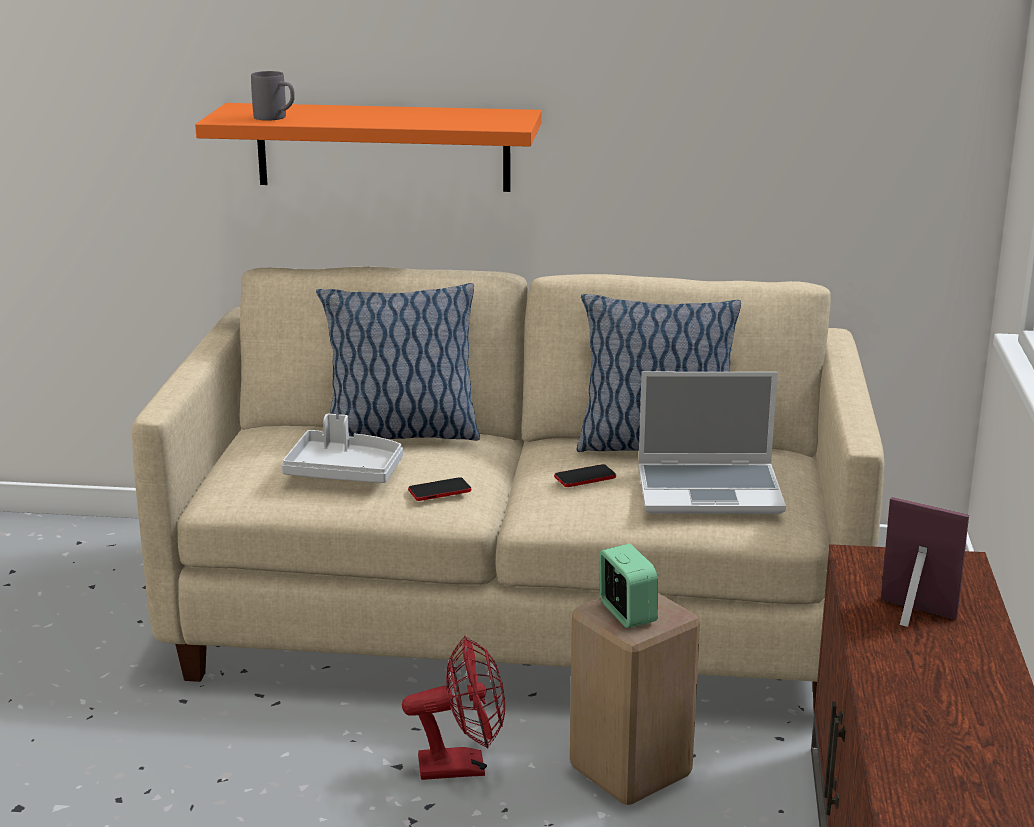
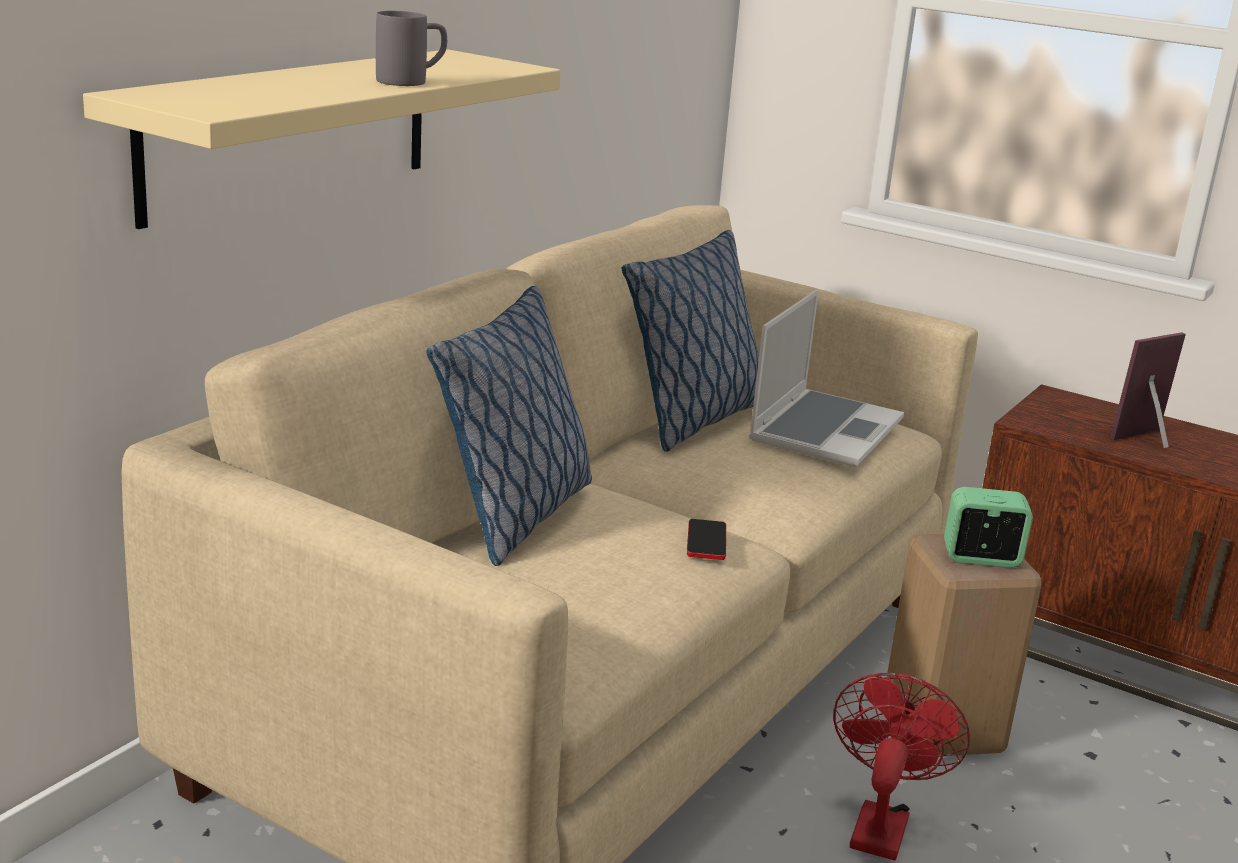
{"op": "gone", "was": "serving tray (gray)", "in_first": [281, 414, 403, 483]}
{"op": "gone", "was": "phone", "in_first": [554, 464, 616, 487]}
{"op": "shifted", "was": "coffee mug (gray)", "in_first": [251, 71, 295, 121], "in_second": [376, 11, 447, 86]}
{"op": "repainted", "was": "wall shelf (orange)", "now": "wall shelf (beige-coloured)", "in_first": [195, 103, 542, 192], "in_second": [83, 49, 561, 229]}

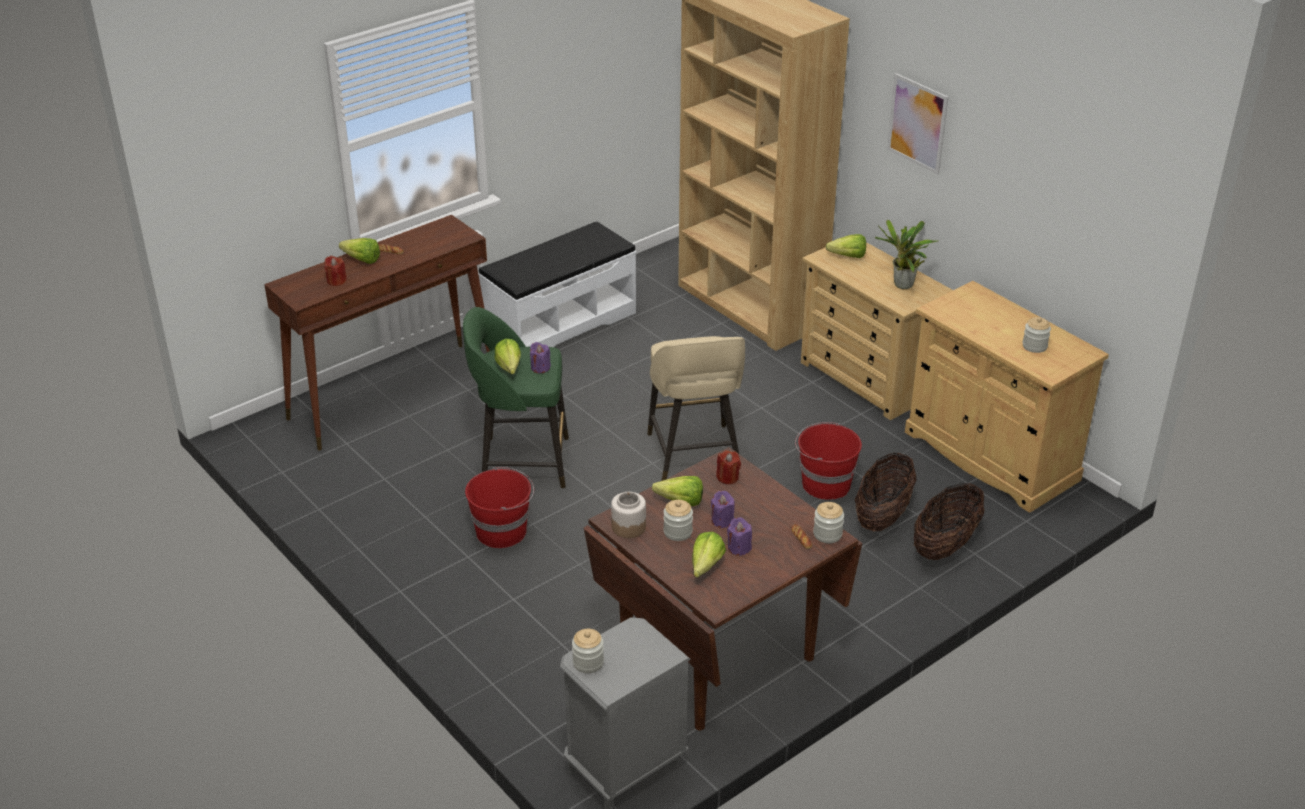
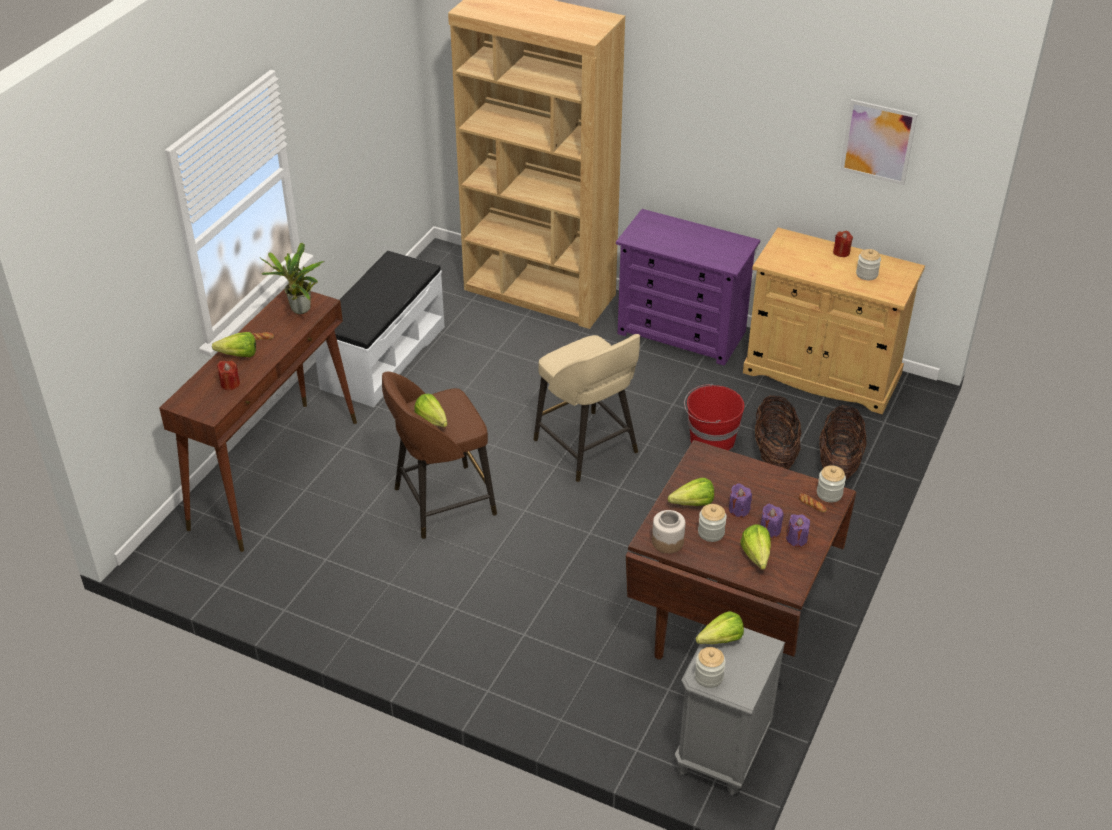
{"op": "gone", "was": "water bucket (red-coloured)", "in_first": [465, 467, 534, 548]}
{"op": "shifted", "was": "wax candle (purple)", "in_first": [530, 342, 551, 373], "in_second": [786, 514, 810, 547]}
{"op": "shifted", "was": "wax candle (red-coloured)", "in_first": [716, 450, 741, 484], "in_second": [833, 231, 853, 257]}
{"op": "shifted", "was": "lettuce head", "in_first": [826, 234, 866, 258], "in_second": [696, 611, 744, 644]}
{"op": "shifted", "was": "plant in a pot", "in_first": [875, 220, 940, 289], "in_second": [259, 243, 325, 314]}
{"op": "shifted", "was": "wall picture", "in_first": [887, 73, 949, 175], "in_second": [840, 99, 918, 185]}
{"op": "repainted", "was": "sitting stool (green-coloured)", "now": "sitting stool (brown-coloured)", "in_first": [463, 307, 569, 488], "in_second": [382, 372, 497, 539]}
{"op": "repainted", "was": "dresser (beige-coloured)", "now": "dresser (purple)", "in_first": [801, 242, 953, 420], "in_second": [616, 209, 760, 366]}

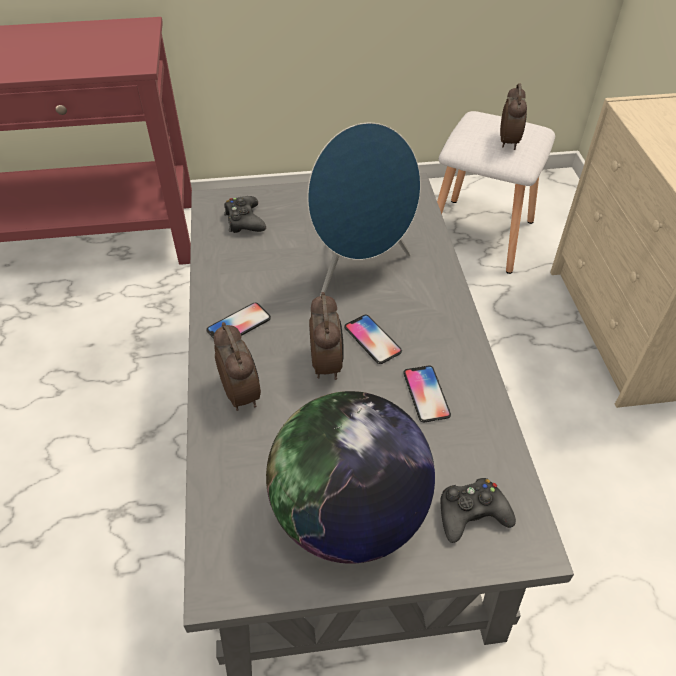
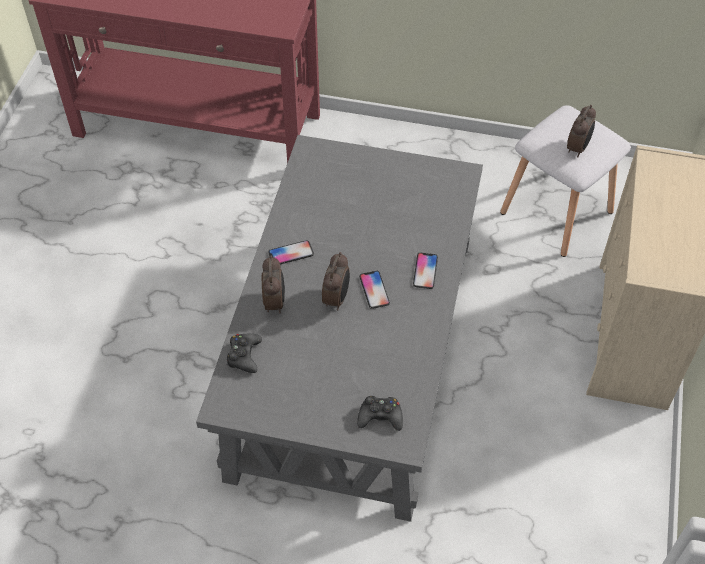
{"op": "gone", "was": "globe", "in_first": [266, 391, 435, 563]}
{"op": "gone", "was": "speaker (bluish)", "in_first": [307, 123, 421, 296]}
{"op": "shifted", "was": "gamepad (black-coloured)", "in_first": [224, 196, 266, 233], "in_second": [227, 334, 262, 373]}
{"op": "shifted", "was": "phone", "in_first": [403, 366, 451, 422], "in_second": [413, 253, 438, 289]}

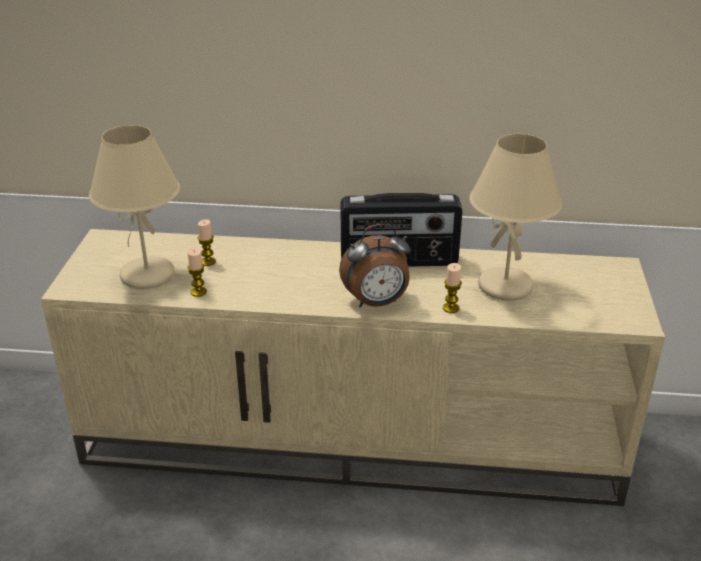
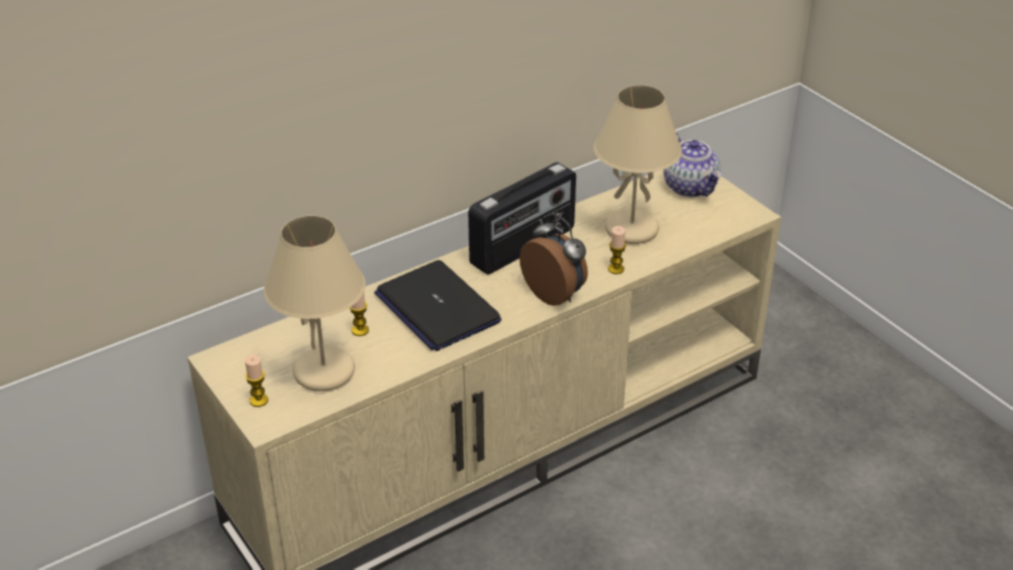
{"op": "new", "now": "notebook computer", "in_second": [374, 260, 502, 351]}
{"op": "new", "now": "teapot", "in_second": [664, 133, 722, 197]}
{"op": "shifted", "was": "wax candle", "in_first": [187, 248, 207, 297], "in_second": [245, 355, 268, 407]}
{"op": "rotated", "was": "table clock", "in_first": [339, 224, 411, 307], "in_second": [520, 213, 588, 306], "clockwise": -75}

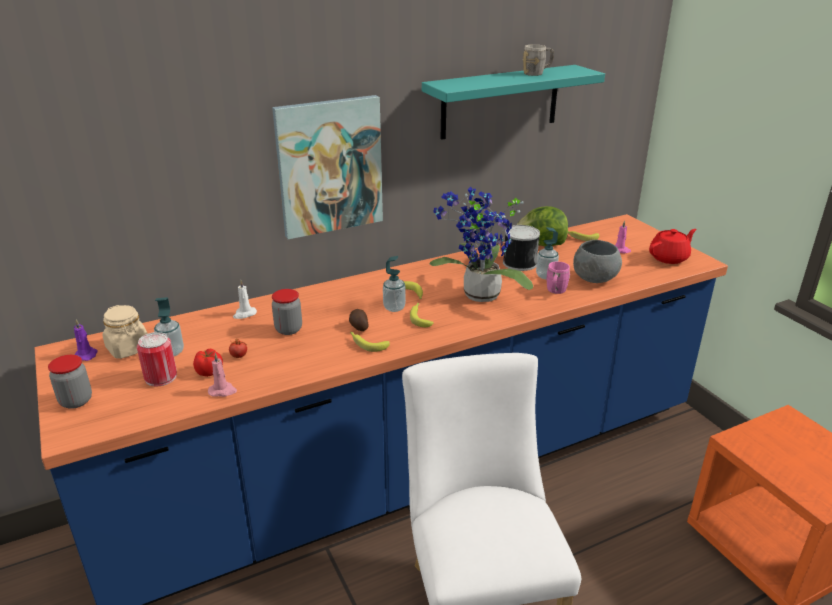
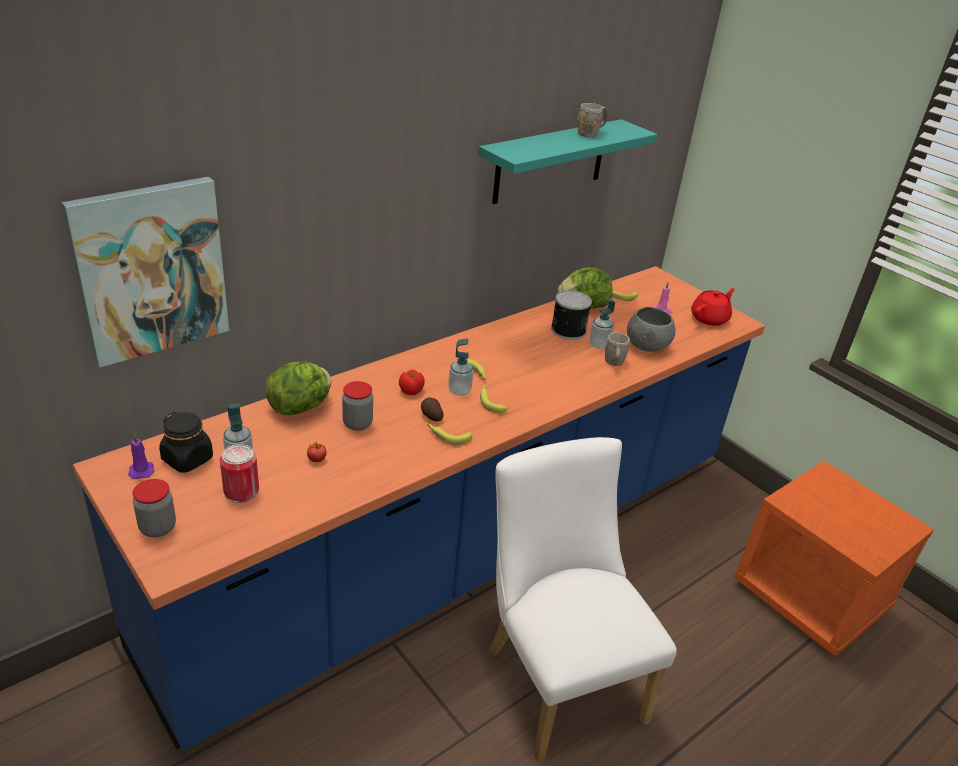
{"op": "gone", "was": "wax candle (pink-coloured)", "in_first": [208, 353, 237, 397]}
{"op": "gone", "was": "plant in a pot", "in_first": [430, 186, 533, 302]}
{"op": "shifted", "was": "whole tomato", "in_first": [193, 348, 223, 377], "in_second": [399, 369, 425, 395]}
{"op": "shifted", "was": "wall picture", "in_first": [272, 95, 383, 239], "in_second": [61, 177, 229, 367]}
{"op": "swapped", "was": "wax candle (white)", "now": "lettuce head", "in_first": [233, 281, 257, 319], "in_second": [265, 361, 331, 415]}
{"op": "repainted", "was": "preserve jar (beige-coloured)", "now": "preserve jar (black-coloured)", "in_first": [102, 305, 148, 359], "in_second": [159, 412, 213, 473]}
{"op": "repainted", "was": "coffee mug (pink-coloured)", "now": "coffee mug (gray)", "in_first": [547, 261, 570, 294], "in_second": [605, 332, 630, 366]}

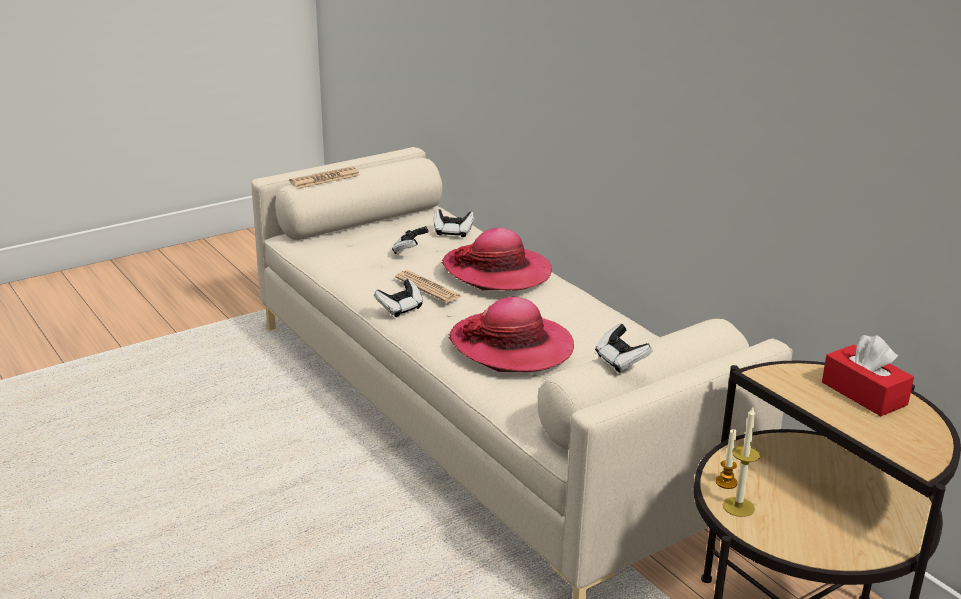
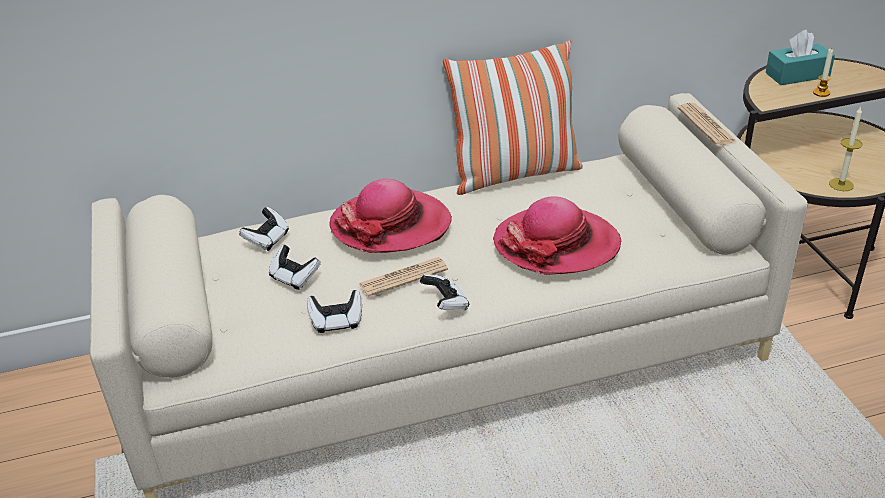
{"op": "new", "now": "throw pillow", "in_second": [443, 40, 583, 195]}
{"op": "shifted", "was": "newspaper", "in_first": [289, 167, 360, 188], "in_second": [678, 103, 737, 146]}
{"op": "shifted", "was": "gamepad", "in_first": [595, 324, 652, 373], "in_second": [307, 290, 362, 333]}
{"op": "shifted", "was": "wax candle", "in_first": [716, 429, 738, 489], "in_second": [813, 49, 833, 97]}
{"op": "repainted", "was": "tissue box (red-coloured)", "now": "tissue box (blue-green)", "in_first": [822, 335, 914, 416], "in_second": [766, 30, 835, 85]}

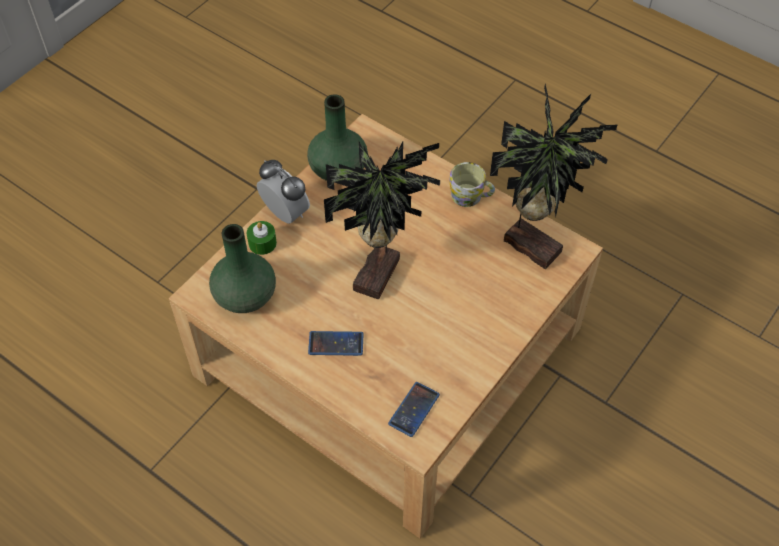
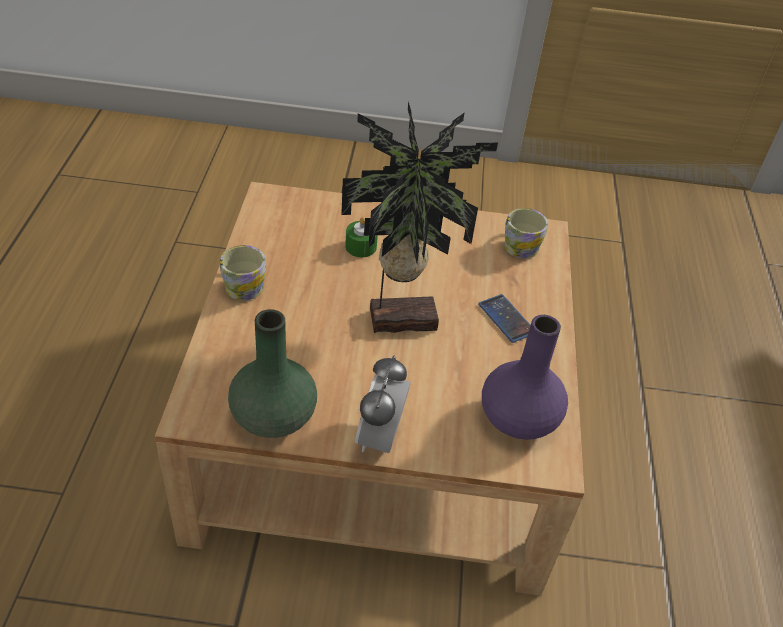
{"op": "gone", "was": "plant in a pot", "in_first": [490, 84, 618, 269]}
{"op": "shifted", "was": "wax candle (green-coloured)", "in_first": [247, 221, 277, 255], "in_second": [345, 217, 378, 257]}
{"op": "swapped", "was": "phone", "now": "coffee mug", "in_first": [388, 382, 440, 437], "in_second": [505, 208, 548, 259]}
{"op": "repainted", "was": "flower vase (green-coloured)", "now": "flower vase (purple)", "in_first": [209, 224, 276, 313], "in_second": [482, 315, 568, 440]}

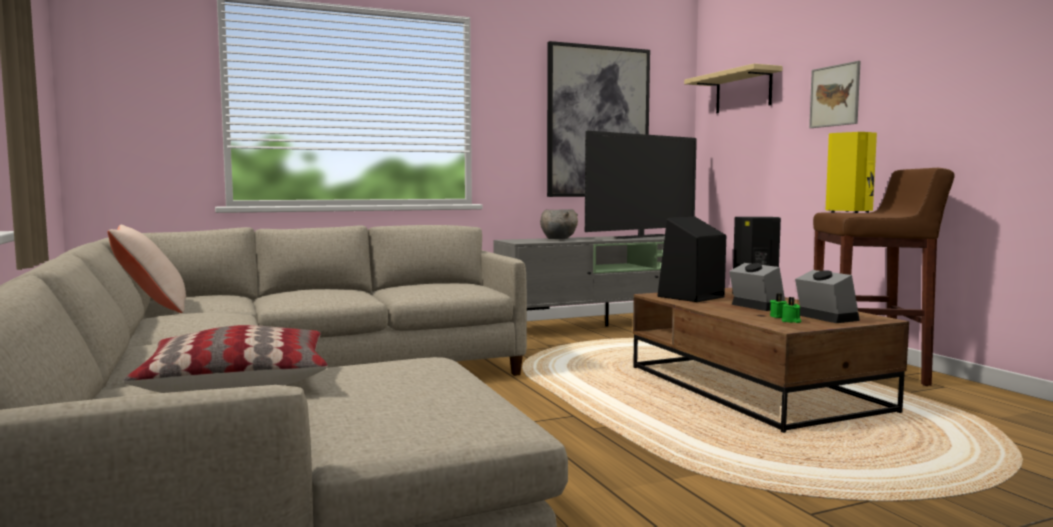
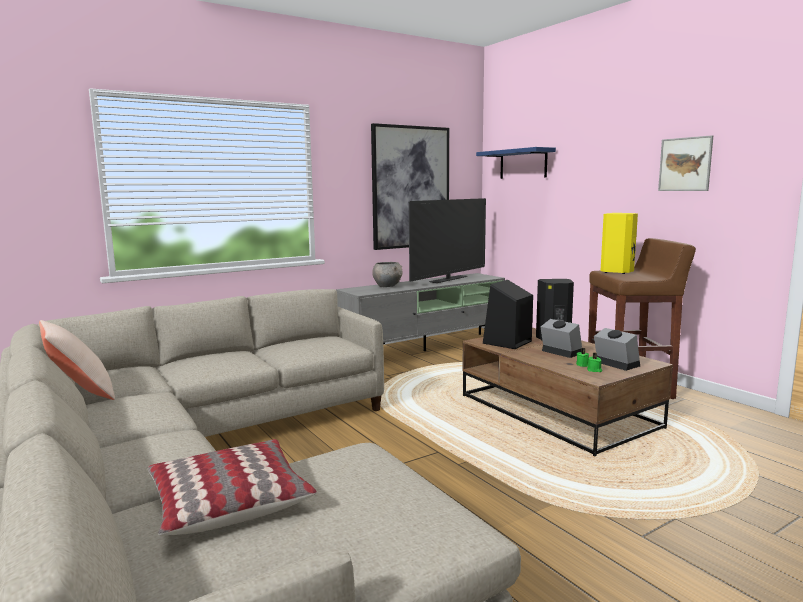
{"op": "shifted", "was": "wall picture", "in_first": [809, 61, 861, 128], "in_second": [658, 135, 713, 191]}
{"op": "repainted", "was": "wall shelf (beige-coloured)", "now": "wall shelf (bluish)", "in_first": [684, 63, 783, 113], "in_second": [476, 147, 556, 179]}

